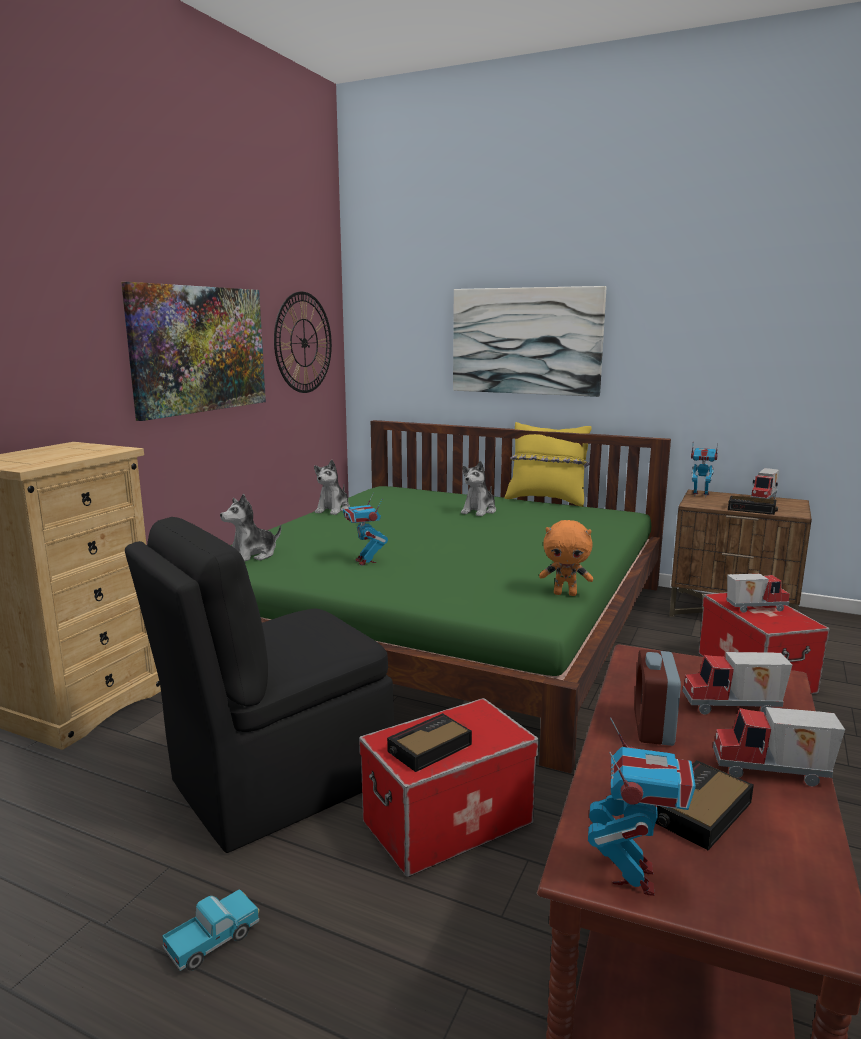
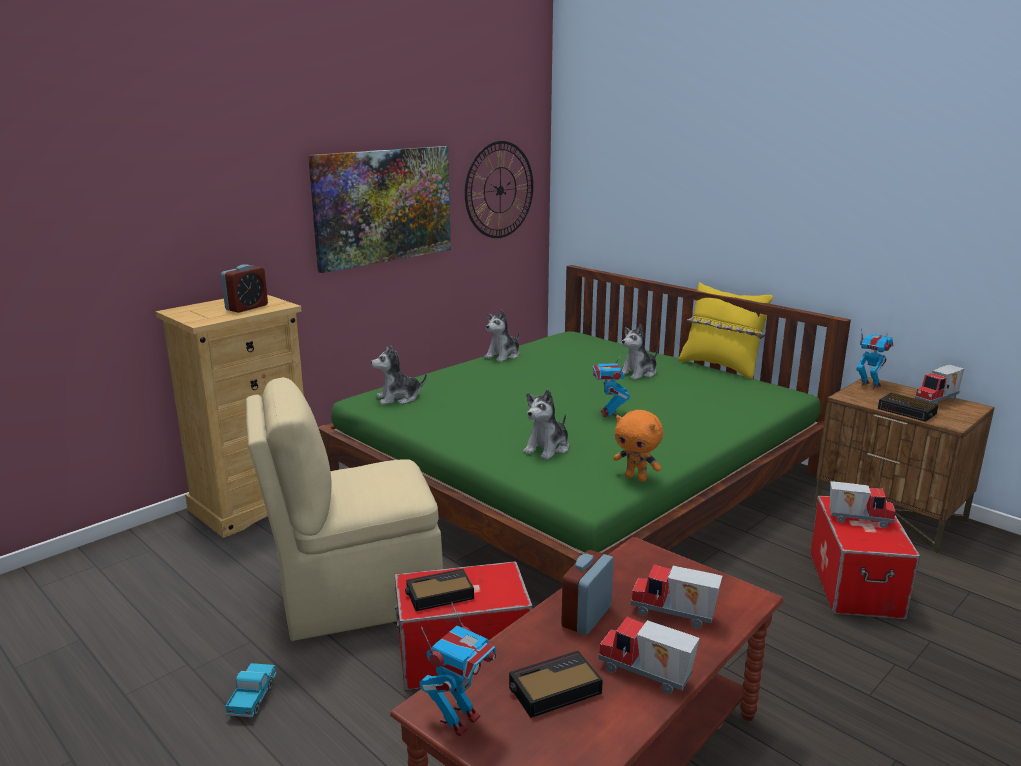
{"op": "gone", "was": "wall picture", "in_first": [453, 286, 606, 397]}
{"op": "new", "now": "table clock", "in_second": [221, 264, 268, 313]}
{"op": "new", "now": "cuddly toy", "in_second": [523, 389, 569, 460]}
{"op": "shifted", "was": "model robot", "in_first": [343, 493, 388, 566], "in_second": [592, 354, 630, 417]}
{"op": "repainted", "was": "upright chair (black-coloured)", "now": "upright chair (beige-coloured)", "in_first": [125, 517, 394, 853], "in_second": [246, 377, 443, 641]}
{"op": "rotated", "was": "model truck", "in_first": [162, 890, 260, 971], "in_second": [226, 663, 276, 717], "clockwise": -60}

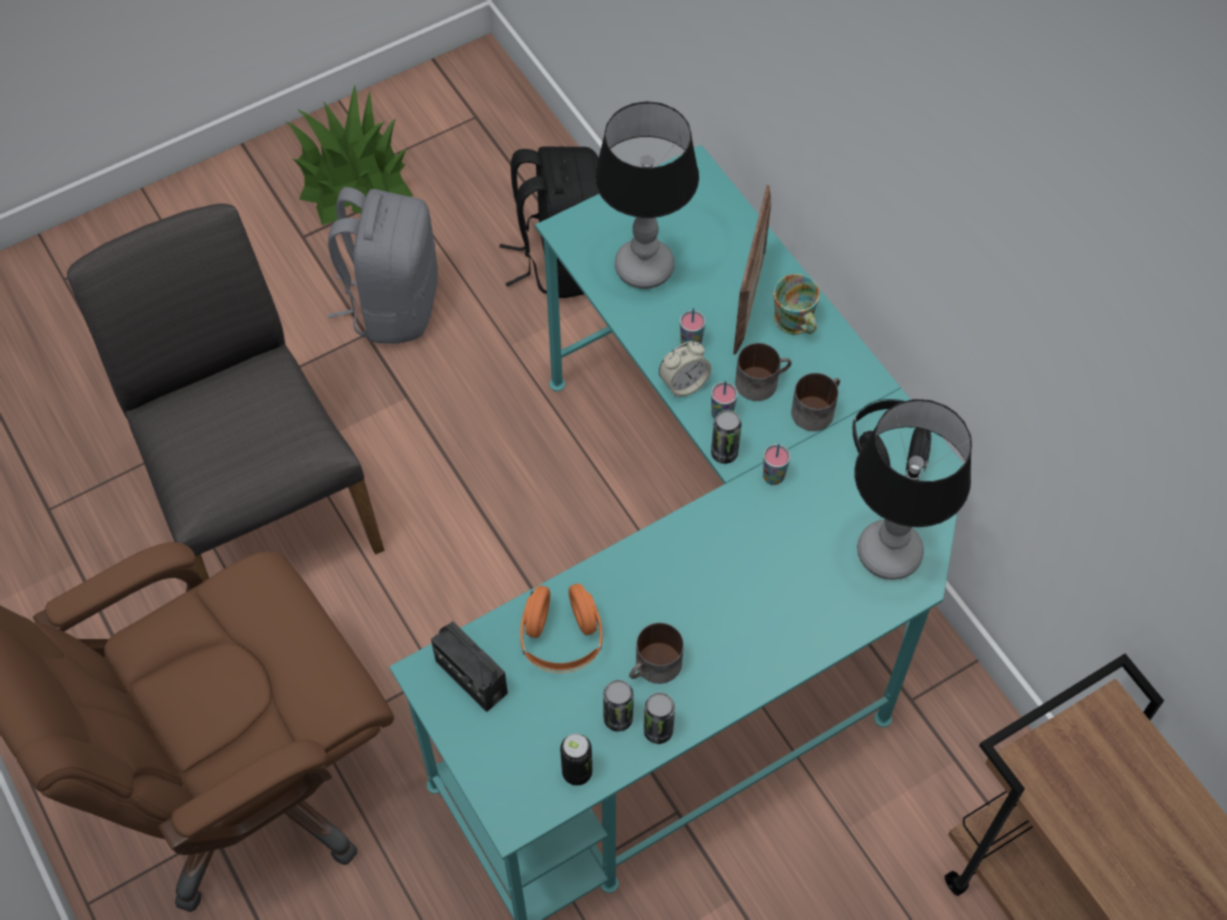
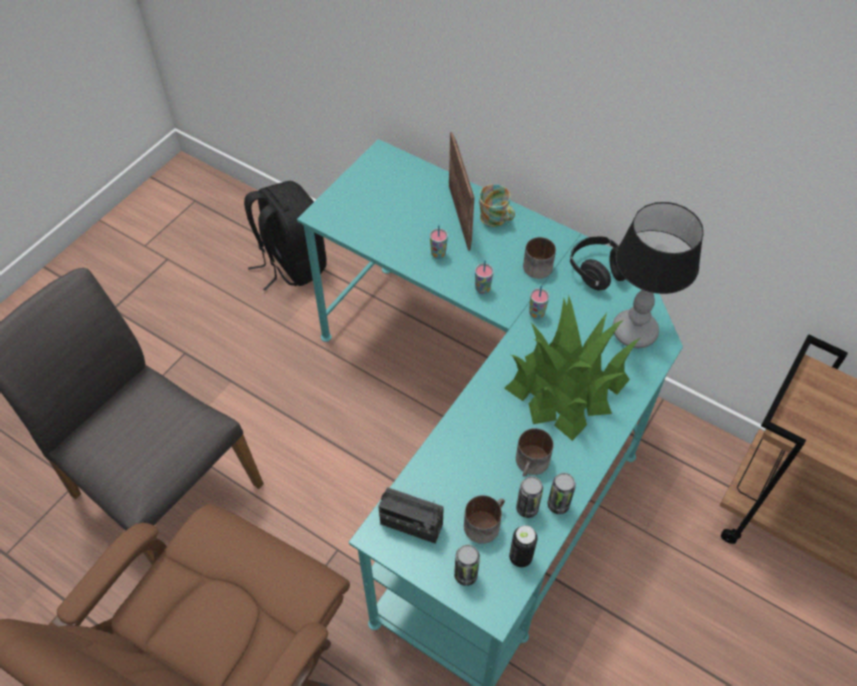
{"op": "gone", "was": "knapsack (gray)", "in_first": [328, 187, 438, 344]}
{"op": "gone", "was": "pair of headphones (orange)", "in_first": [520, 583, 602, 673]}
{"op": "gone", "was": "tabletop lamp", "in_first": [595, 101, 699, 289]}
{"op": "gone", "was": "table clock", "in_first": [659, 341, 711, 398]}
{"op": "shifted", "was": "plant in a pot", "in_first": [285, 85, 413, 225], "in_second": [504, 295, 640, 441]}
{"op": "shifted", "was": "metal can", "in_first": [711, 410, 742, 464], "in_second": [454, 544, 480, 586]}
{"op": "shifted", "was": "coffee mug", "in_first": [735, 343, 792, 401], "in_second": [464, 495, 505, 544]}

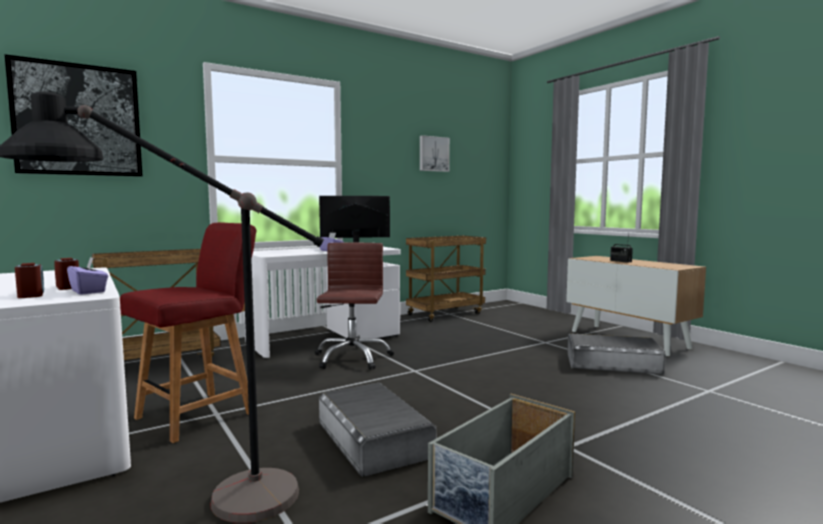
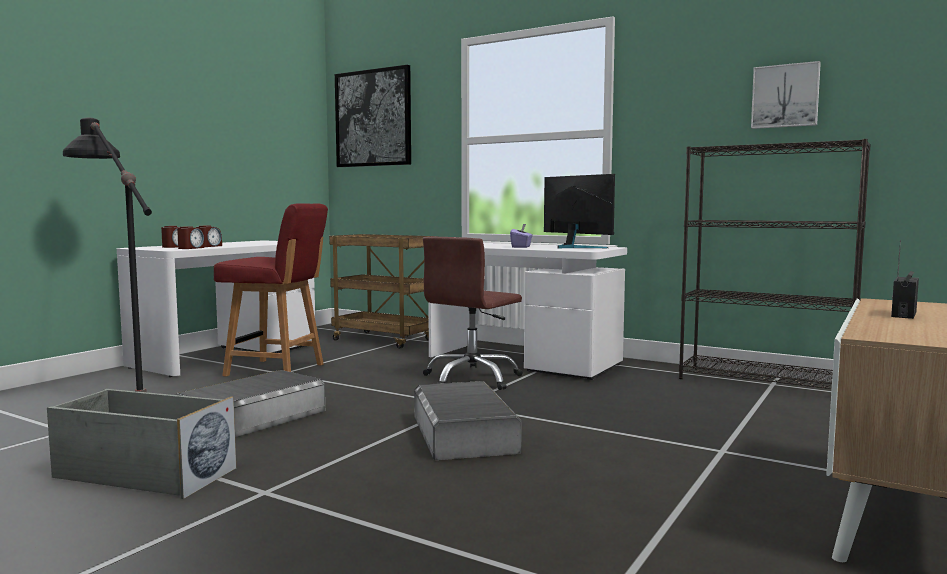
{"op": "shifted", "was": "storage container (gray)", "in_first": [567, 333, 666, 374], "in_second": [414, 381, 522, 460]}
{"op": "swapped", "was": "tissue box (purple)", "now": "table clock", "in_first": [67, 257, 108, 295], "in_second": [177, 226, 205, 249]}
{"op": "swapped", "was": "wheeled cart (brown-coloured)", "now": "bookshelf (black-coloured)", "in_first": [406, 235, 486, 322], "in_second": [679, 139, 871, 389]}
{"op": "rotated", "was": "desk chair (brown-coloured)", "in_first": [315, 243, 394, 370], "in_second": [423, 237, 523, 390], "clockwise": 150}

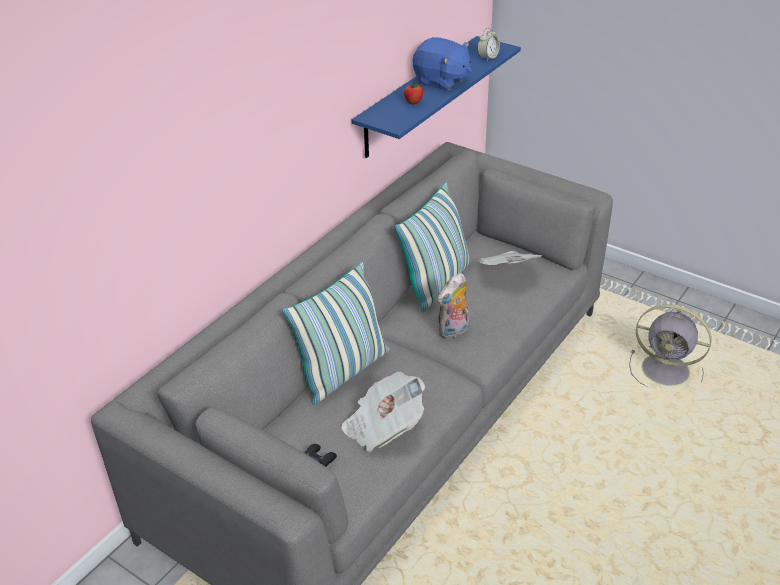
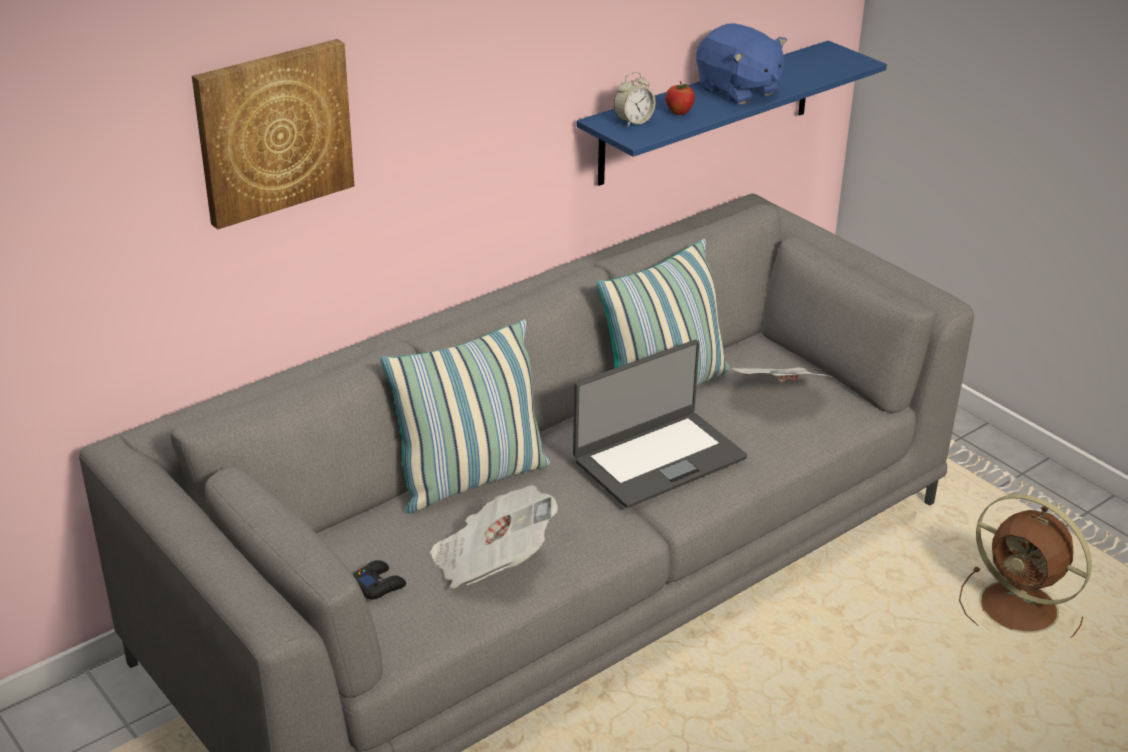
{"op": "new", "now": "wall picture", "in_second": [192, 39, 354, 229]}
{"op": "shifted", "was": "table clock", "in_first": [477, 27, 500, 61], "in_second": [614, 72, 655, 127]}
{"op": "swapped", "was": "cuddly toy", "now": "notebook computer", "in_first": [438, 273, 469, 338], "in_second": [573, 340, 747, 508]}
{"op": "repainted", "was": "fan (gray)", "now": "fan (brown-coloured)", "in_first": [629, 305, 712, 387], "in_second": [959, 494, 1092, 637]}

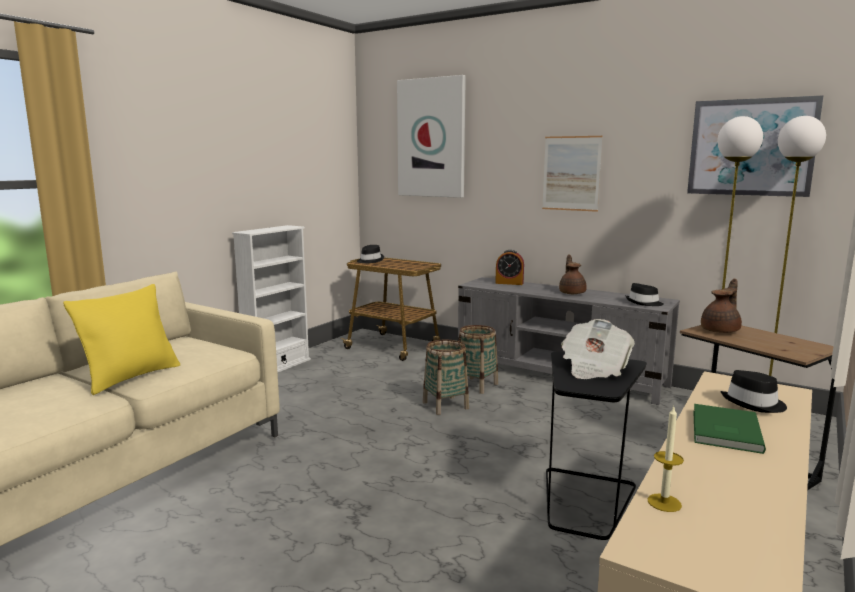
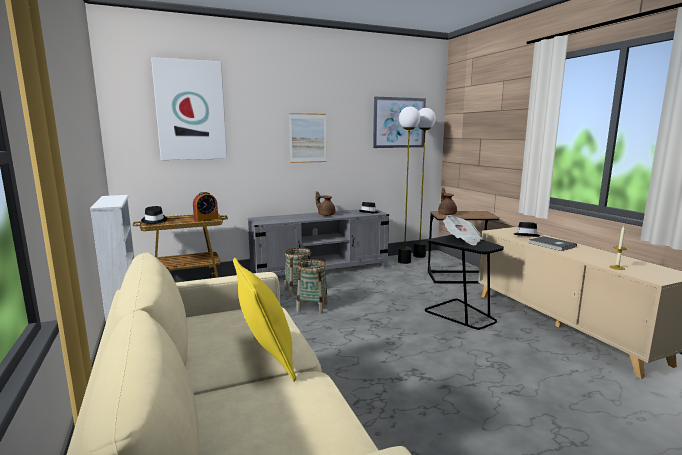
{"op": "shifted", "was": "table clock", "in_first": [495, 250, 524, 285], "in_second": [193, 192, 218, 221]}
{"op": "repainted", "was": "volume (green-coloured)", "now": "volume (gray)", "in_first": [693, 404, 766, 454], "in_second": [529, 236, 577, 251]}

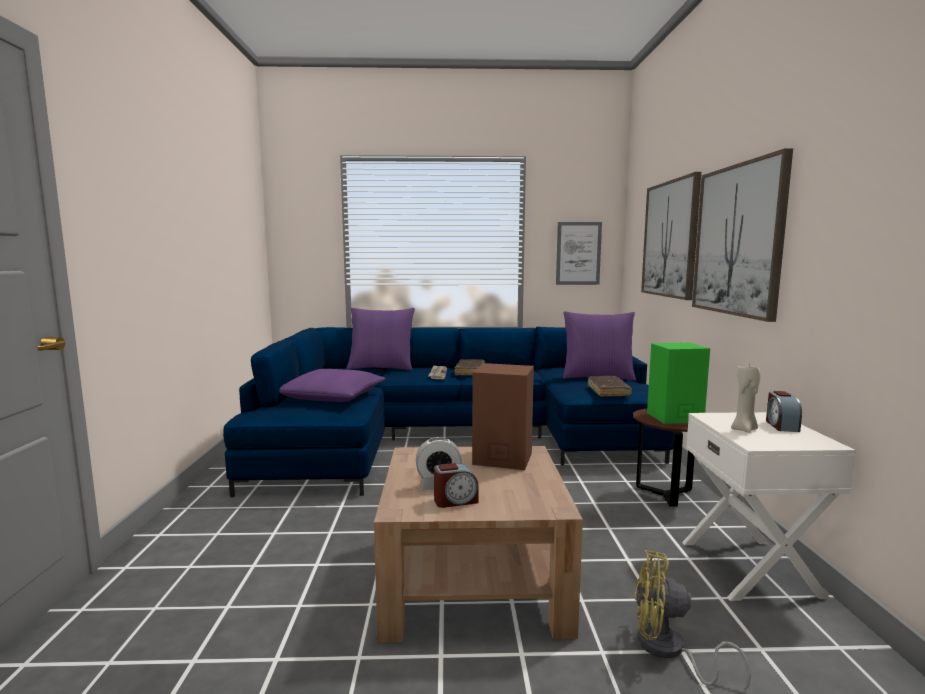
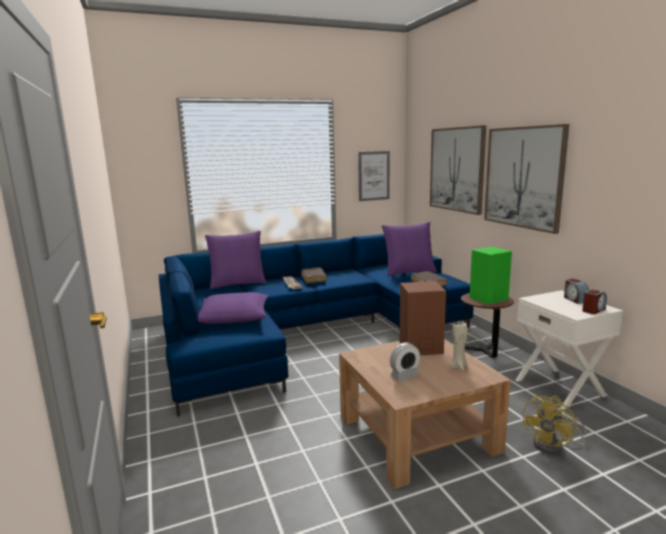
{"op": "shifted", "was": "table clock", "in_first": [434, 463, 479, 508], "in_second": [582, 289, 607, 314]}
{"op": "shifted", "was": "wax candle (beige-coloured)", "in_first": [731, 365, 760, 433], "in_second": [450, 322, 468, 371]}
{"op": "rotated", "was": "fan (yellow)", "in_first": [635, 550, 751, 690], "in_second": [522, 396, 586, 454], "clockwise": -45}

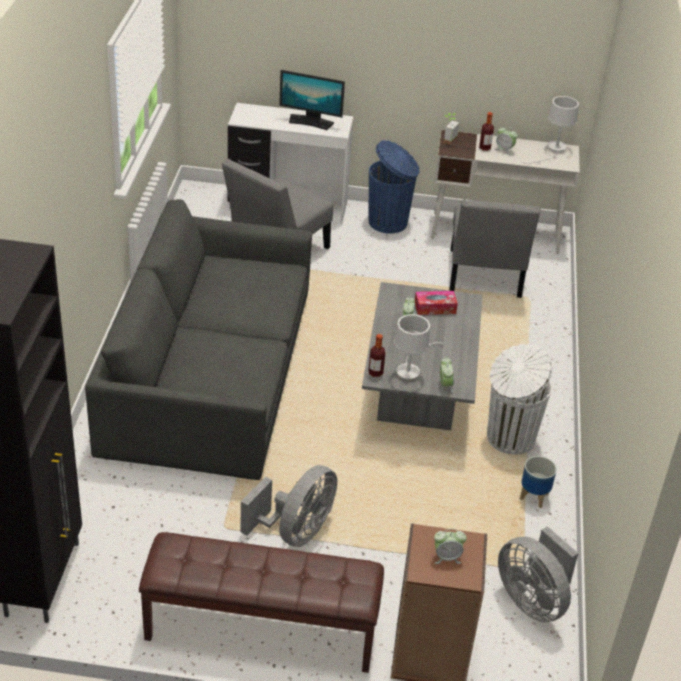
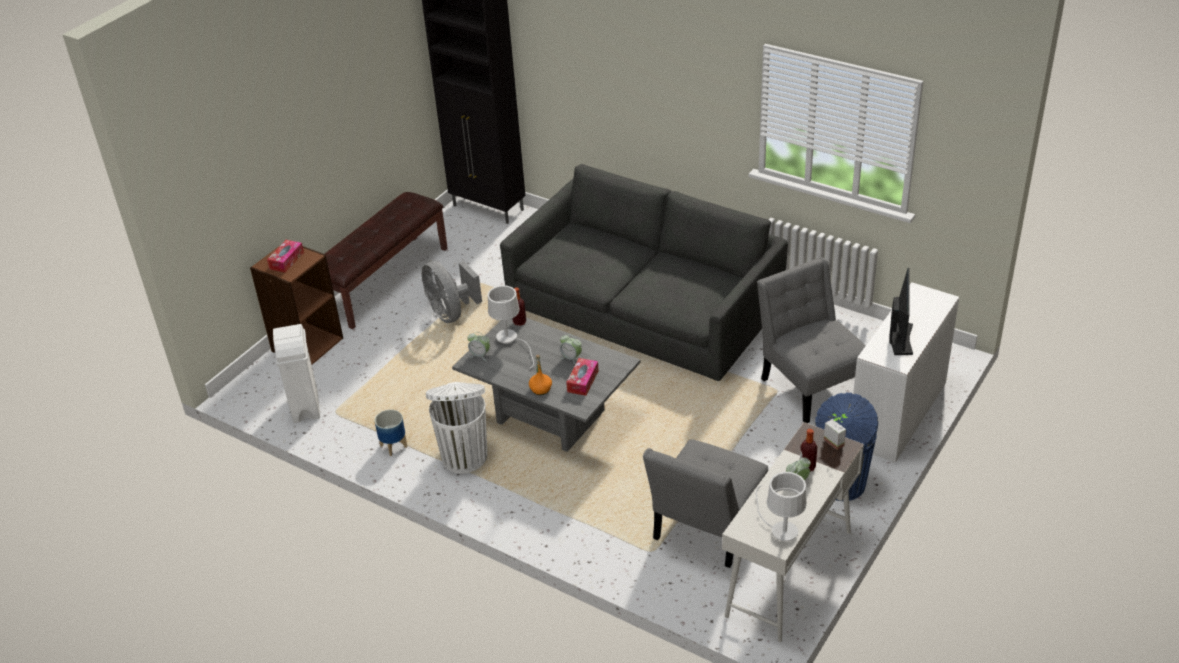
{"op": "new", "now": "drink bottle (orange)", "in_second": [529, 355, 552, 395]}
{"op": "swapped", "was": "table clock", "now": "tissue box", "in_first": [434, 529, 467, 564], "in_second": [267, 240, 304, 273]}
{"op": "swapped", "was": "fan (gray)", "now": "trash can (white)", "in_first": [498, 526, 578, 623], "in_second": [273, 324, 320, 423]}
{"op": "rotated", "was": "computer display", "in_first": [279, 70, 345, 130], "in_second": [889, 268, 913, 355], "clockwise": 150}
{"op": "rotated", "was": "upright chair (gray)", "in_first": [450, 199, 541, 298], "in_second": [643, 439, 768, 568], "clockwise": -90}

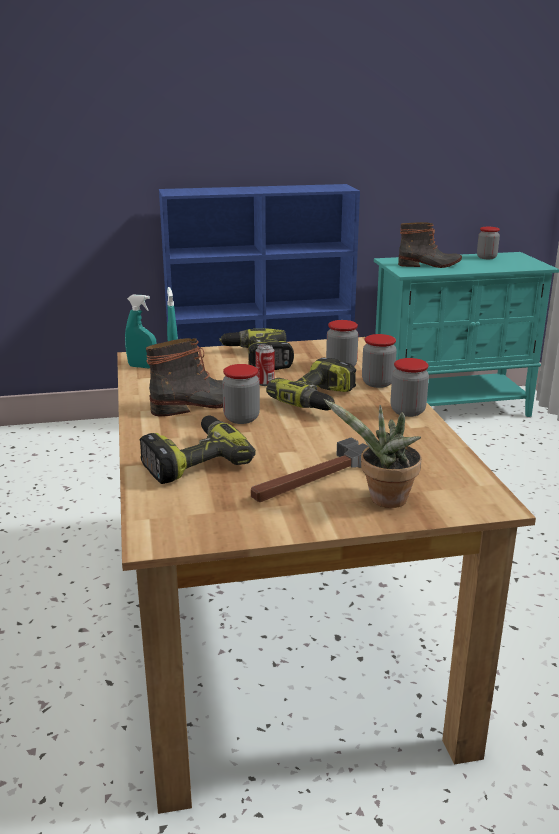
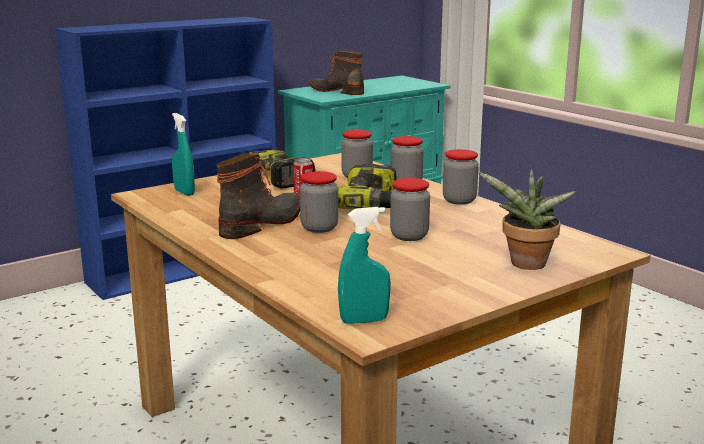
{"op": "gone", "was": "power drill", "in_first": [140, 415, 256, 484]}
{"op": "gone", "was": "hand hammer", "in_first": [251, 438, 369, 502]}
{"op": "shifted", "was": "hand sprayer (blue-green)", "in_first": [125, 294, 157, 368], "in_second": [338, 207, 391, 324]}
{"op": "shifted", "was": "preserve jar", "in_first": [477, 227, 500, 259], "in_second": [390, 178, 430, 241]}
{"op": "rotated", "was": "tall boot", "in_first": [398, 222, 462, 268], "in_second": [309, 51, 364, 95], "clockwise": -120}

